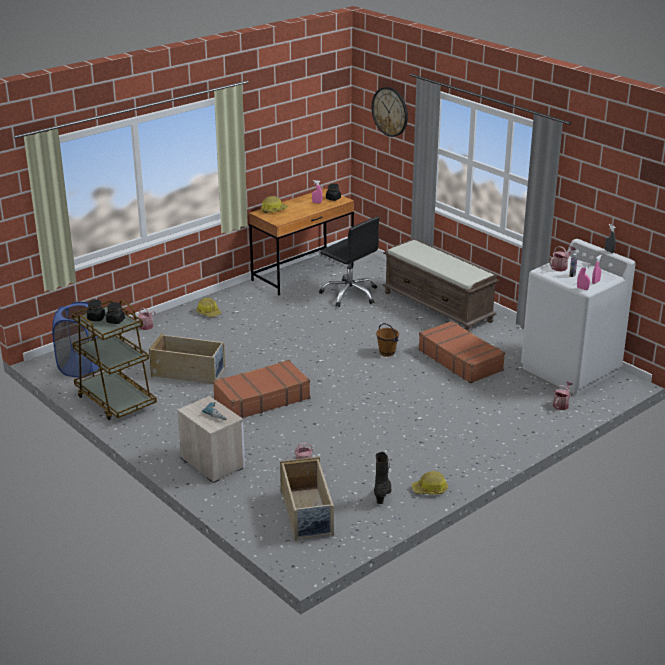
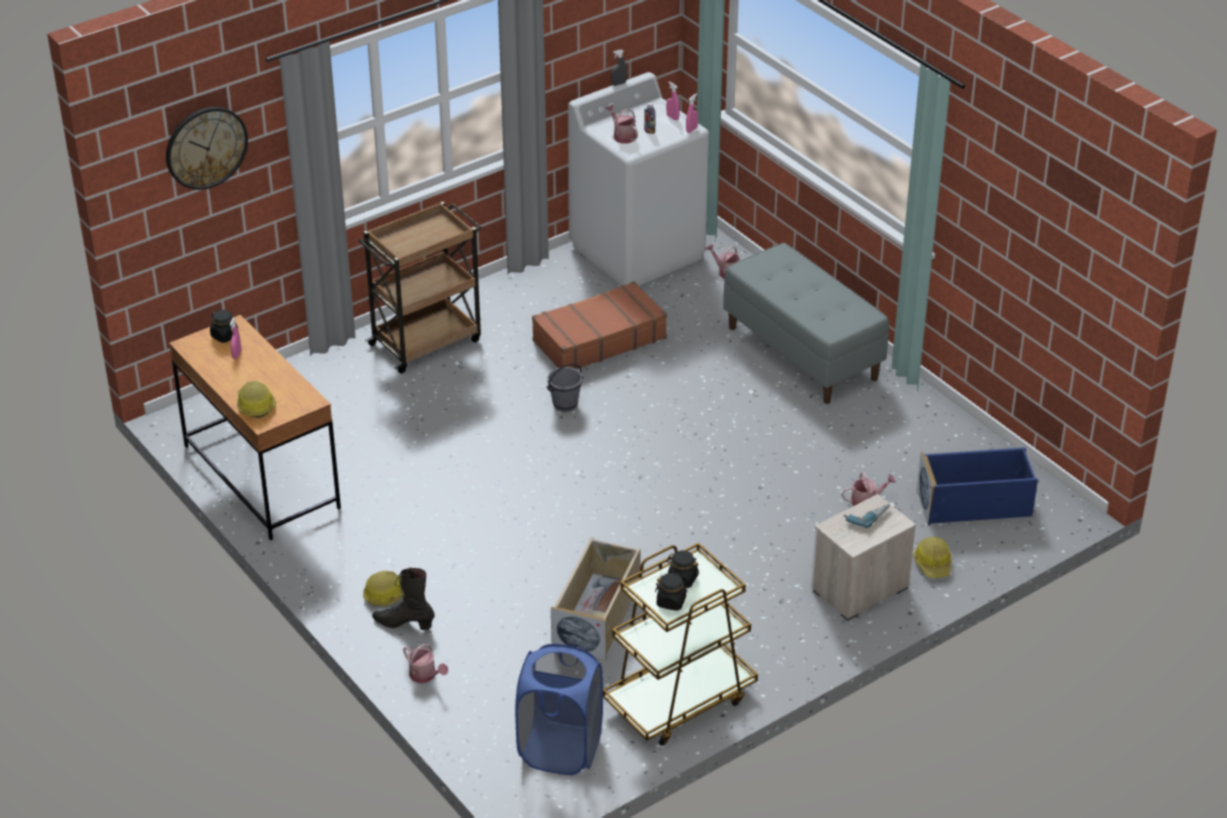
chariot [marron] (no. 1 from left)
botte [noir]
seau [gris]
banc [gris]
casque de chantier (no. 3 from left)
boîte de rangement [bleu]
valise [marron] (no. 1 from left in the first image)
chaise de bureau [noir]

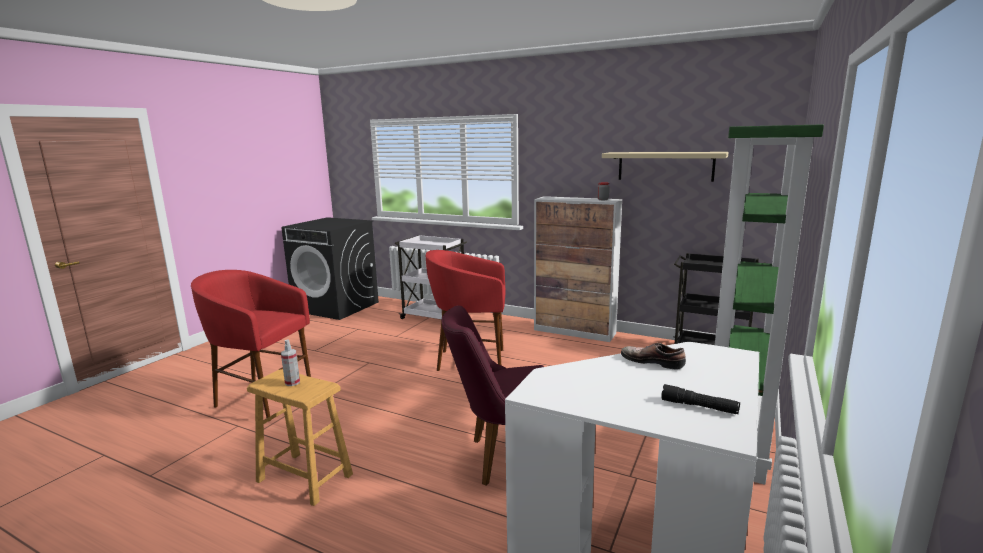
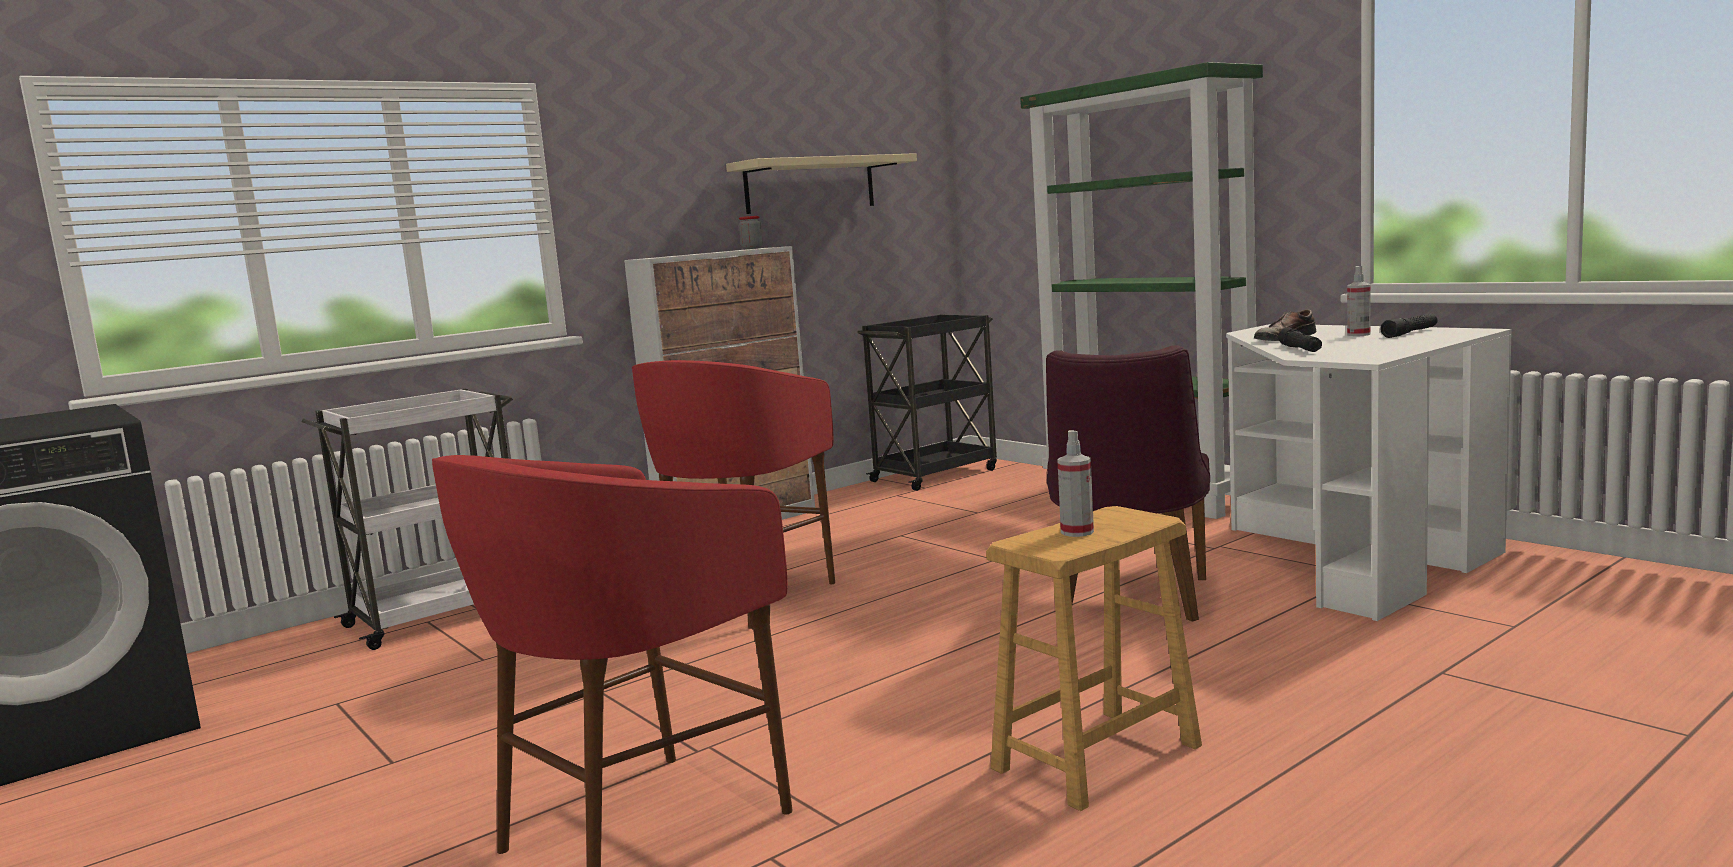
lampe de poche [noir] (no. 1 from left)
vaporisateur (no. 2 from left)

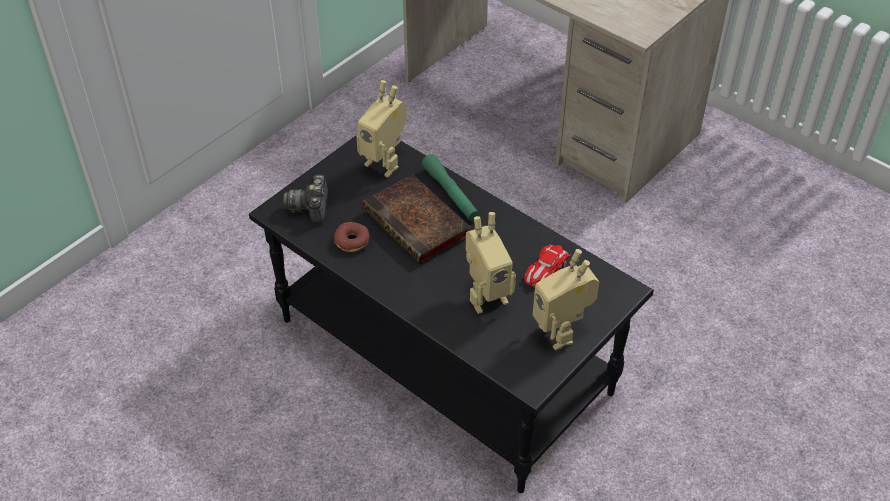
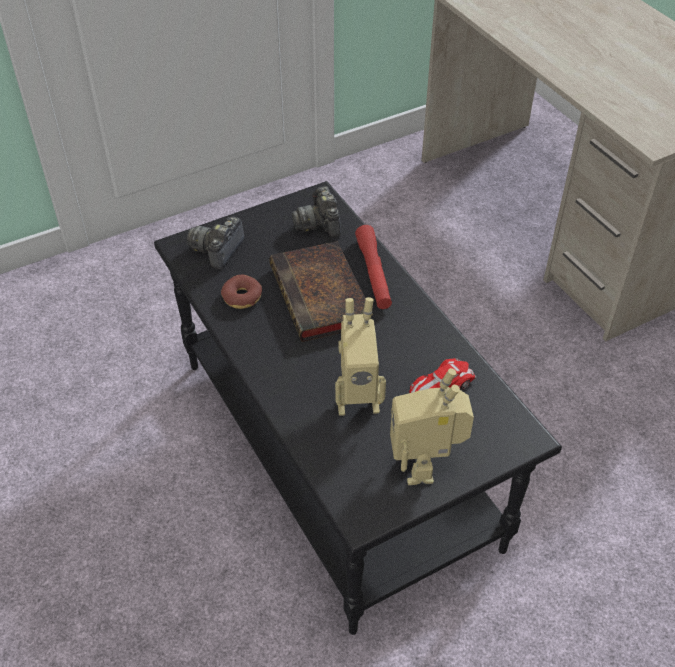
appareil photo (no. 2 from left)
lampe de poche [rouge]

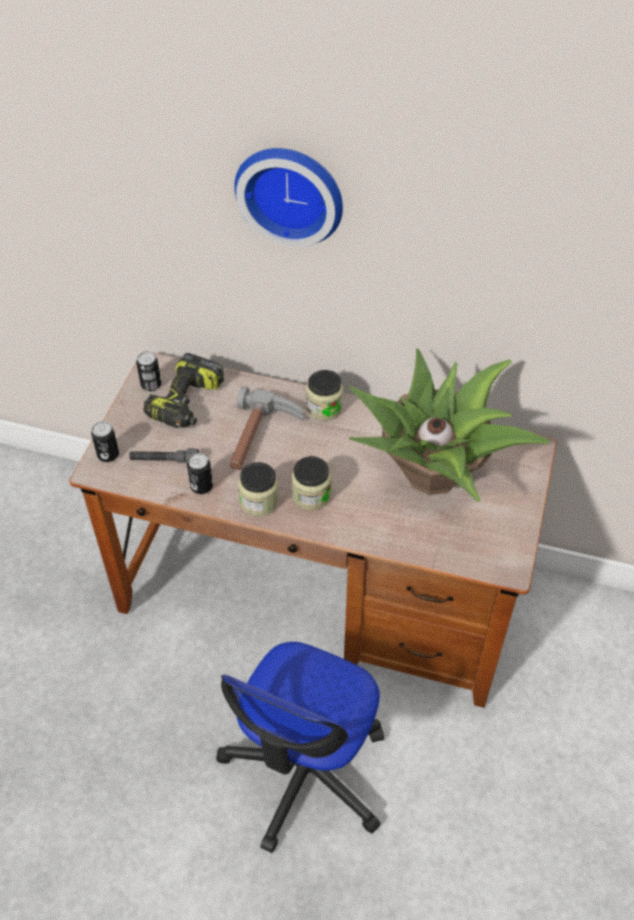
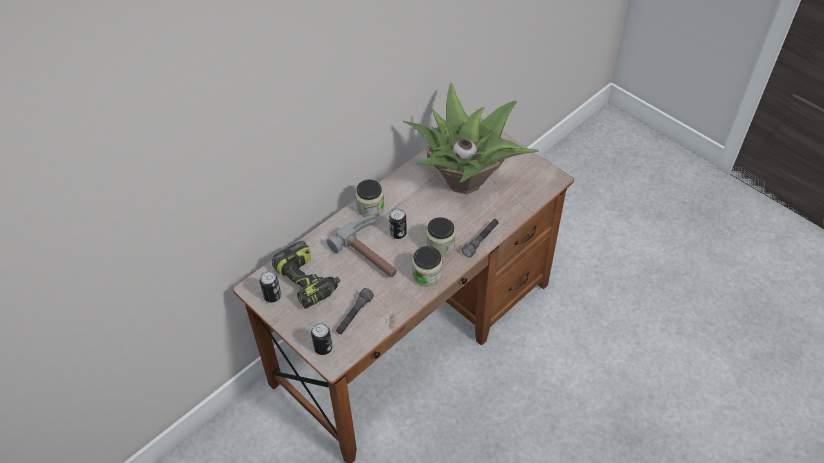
boîte métallique (no. 3 from left)
lampe de poche [gris] (no. 2 from left)
chaise de bureau
horloge murale

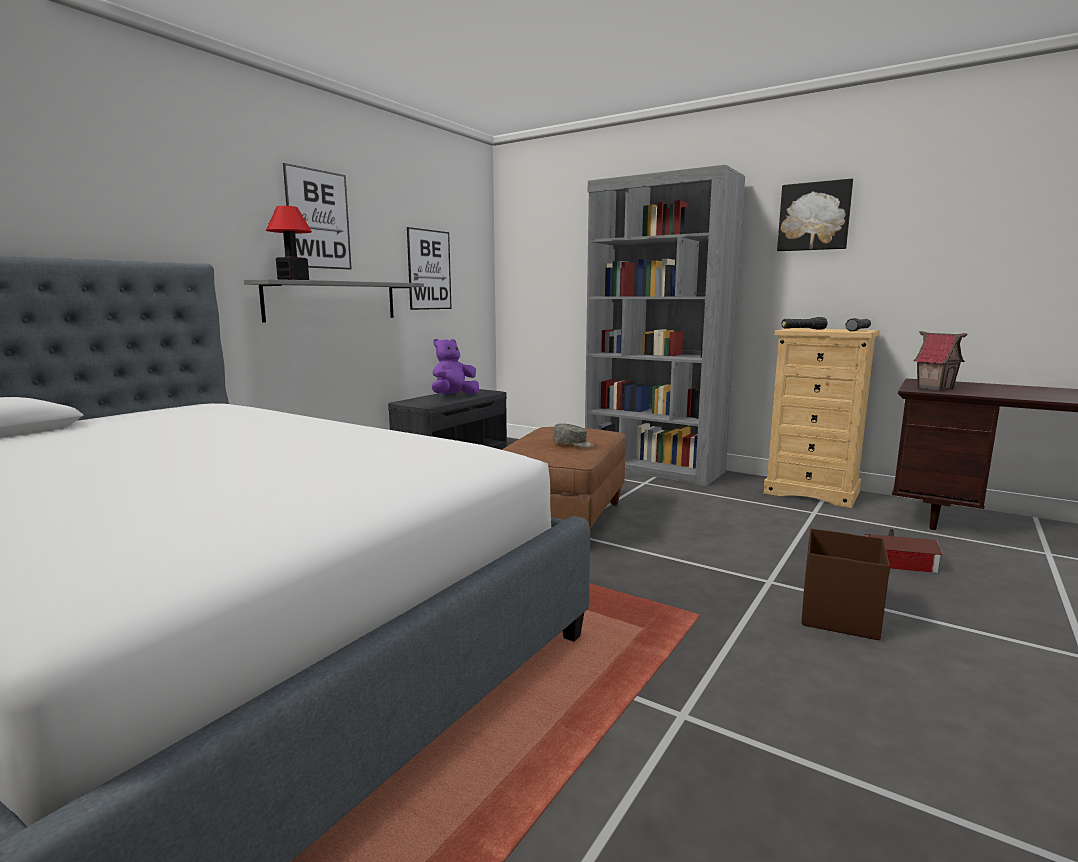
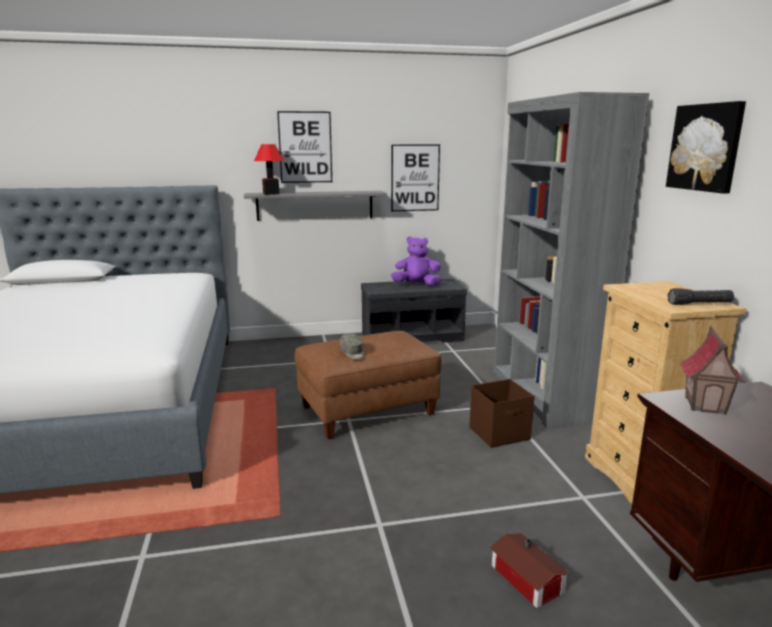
boîte de rangement [marron]
lampe de poche [noir] (no. 1 from left in the first image)

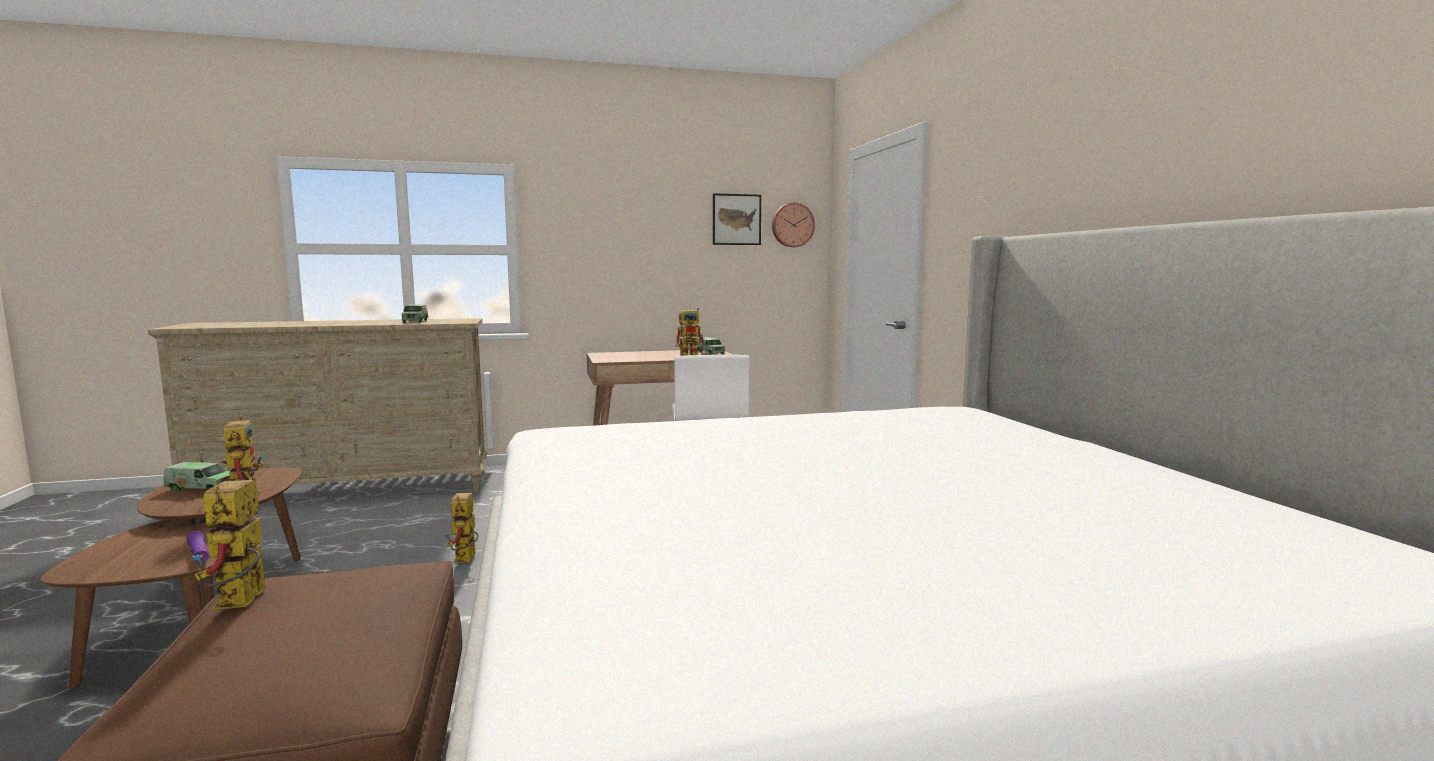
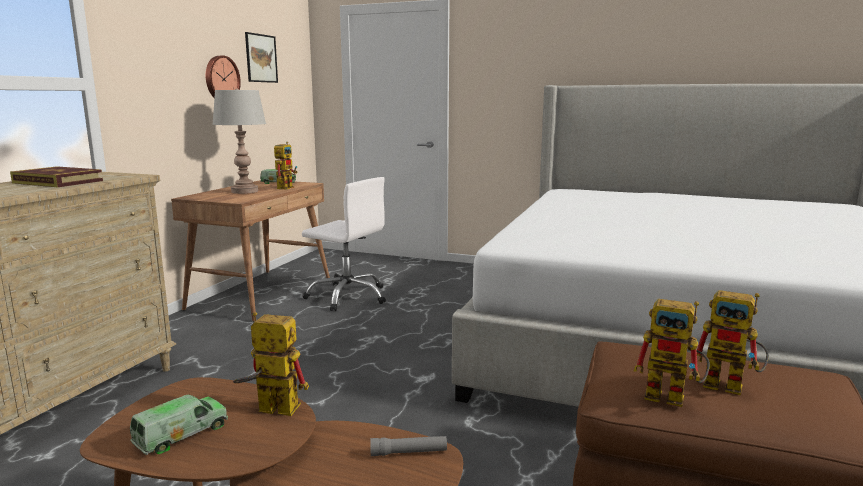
livre
horloge murale
lampe de table [gris]
lampe de poche [gris]
robot jouet (no. 4 from left)

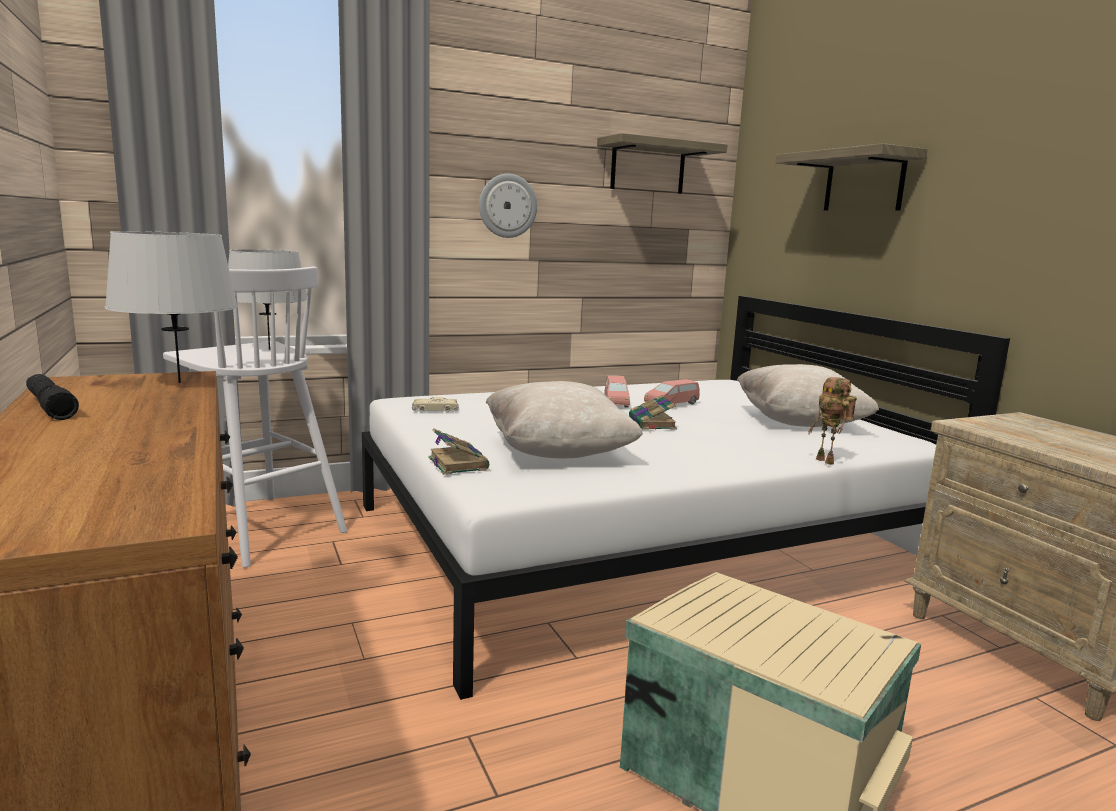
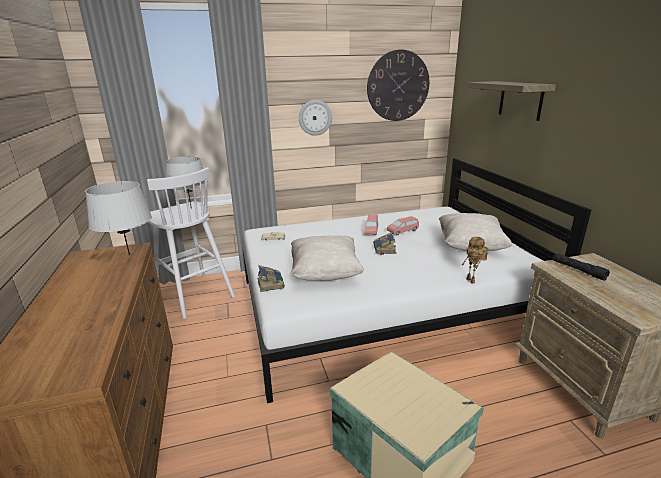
horloge murale (no. 2 from left)
lampe de poche [noir]

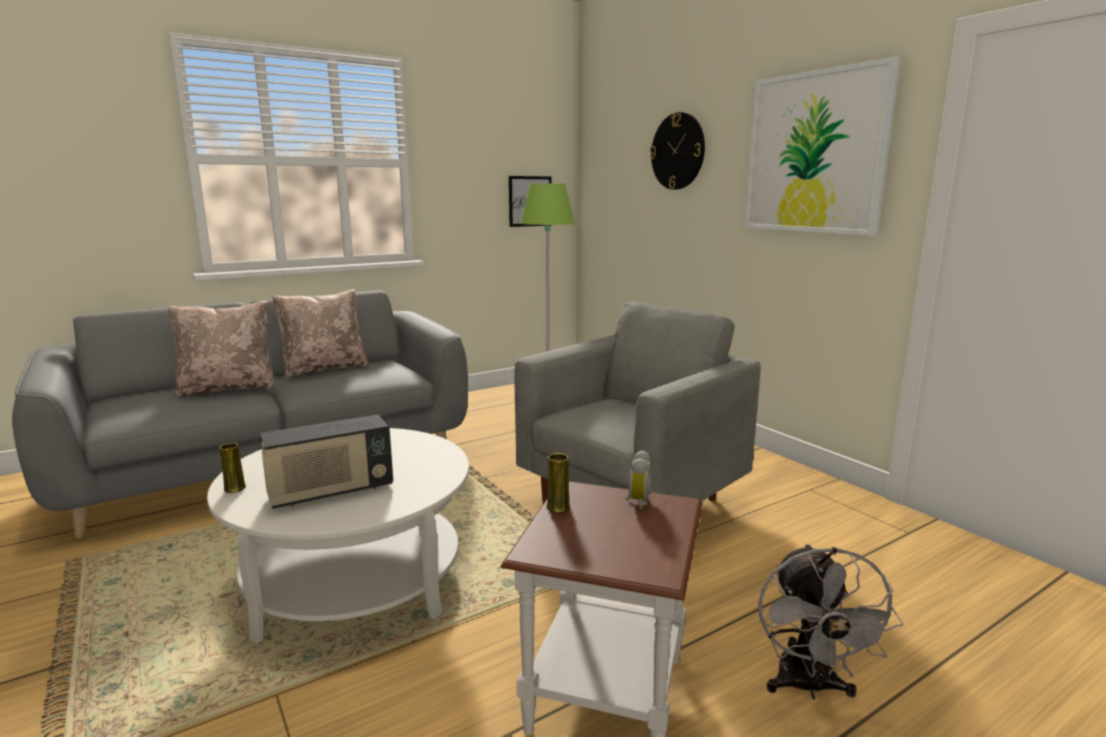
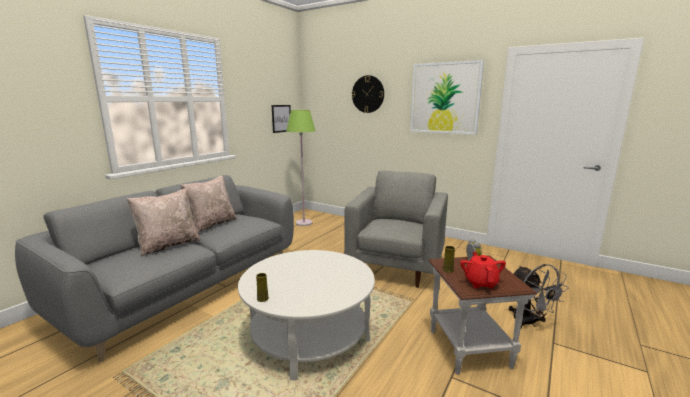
théière [rouge]
radio

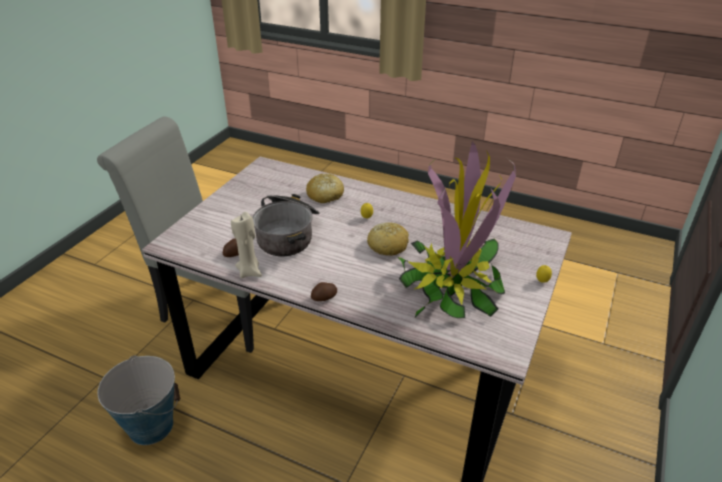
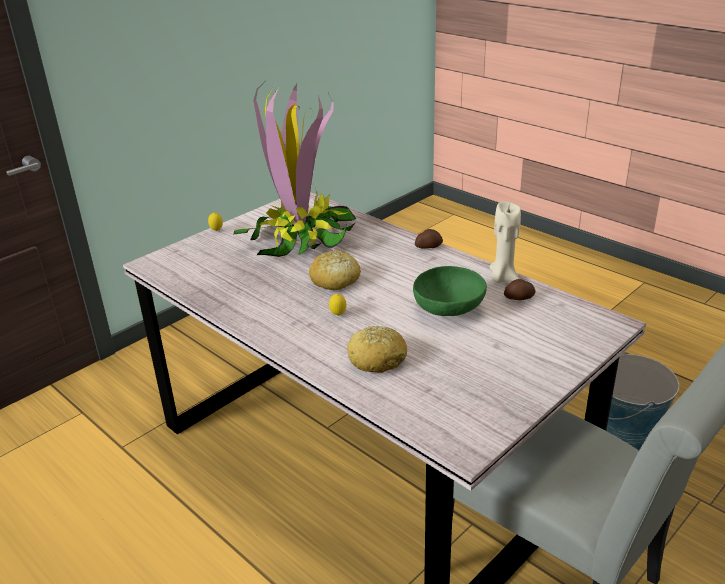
bol [vert]

